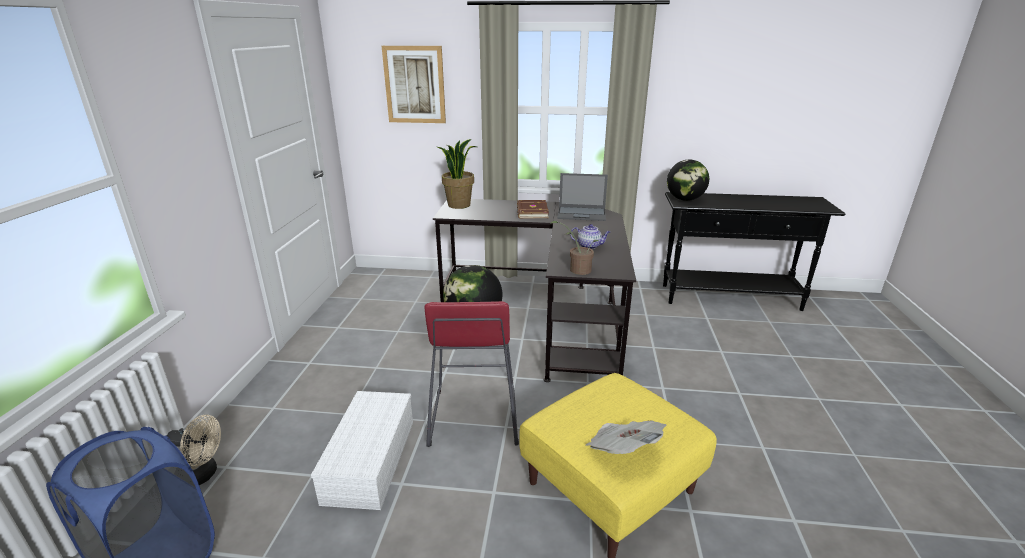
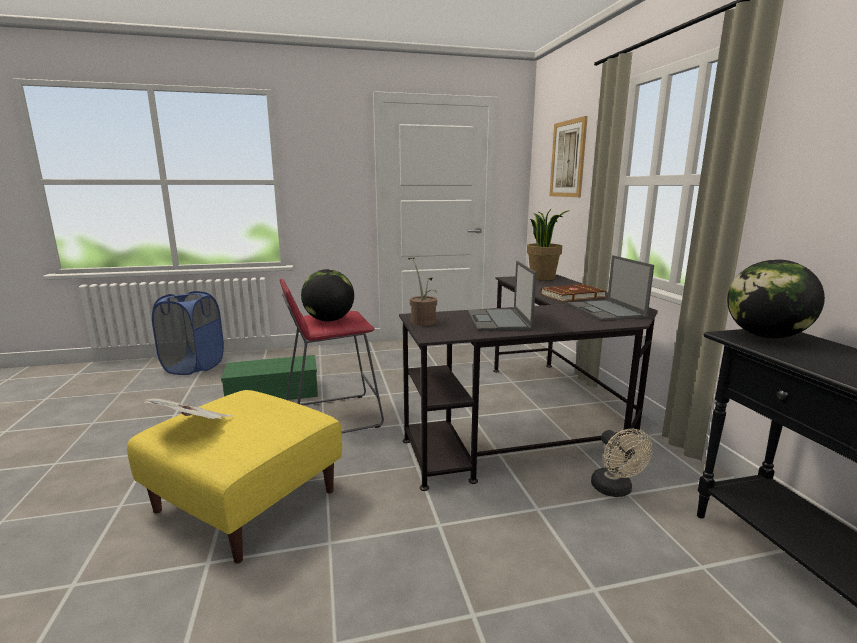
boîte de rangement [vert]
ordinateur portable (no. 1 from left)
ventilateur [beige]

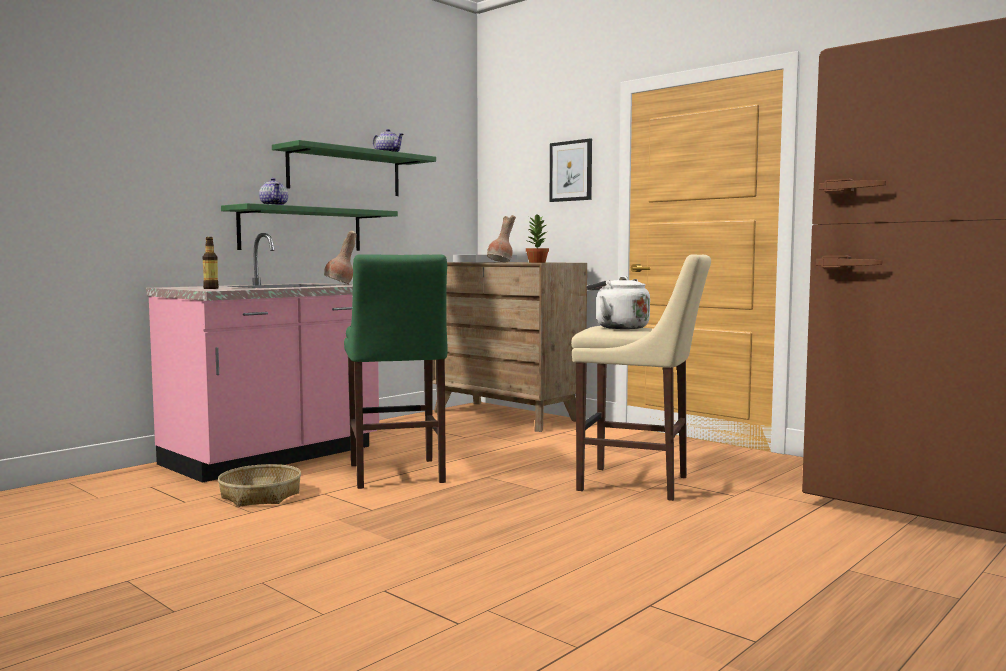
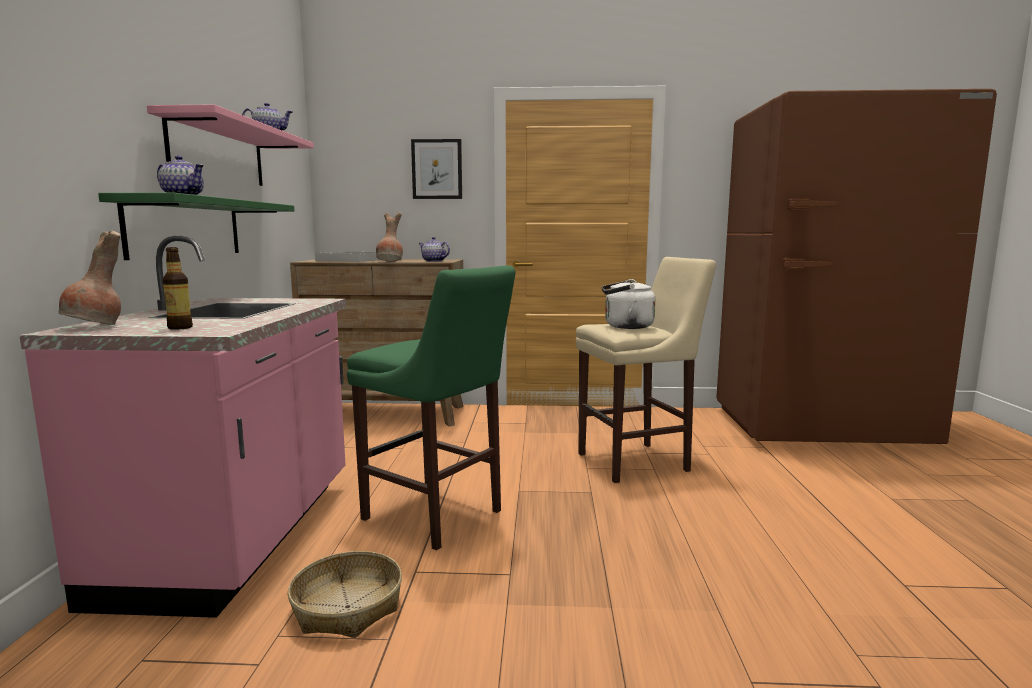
vase [marron] (no. 1 from left)
étagère [rose]
théière (no. 3 from left)

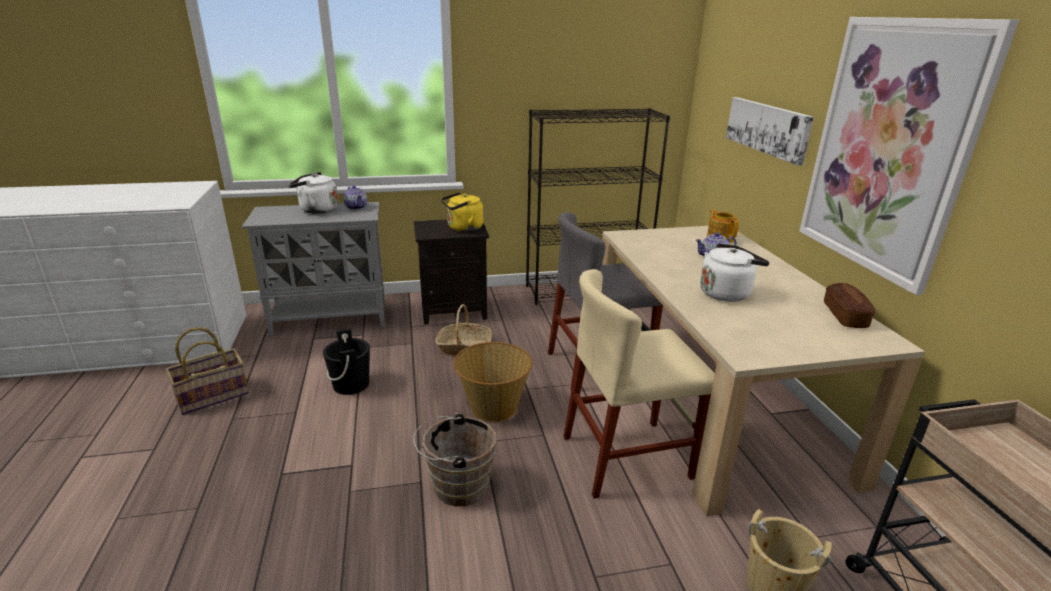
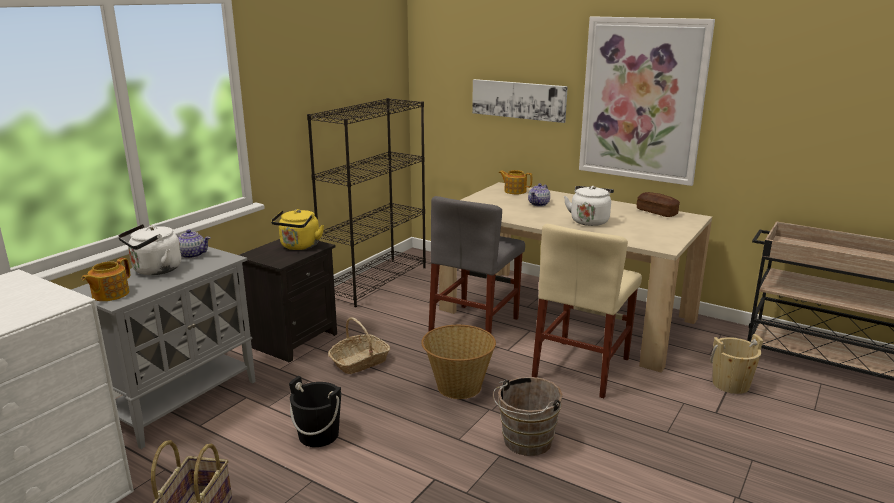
théière (no. 1 from left)

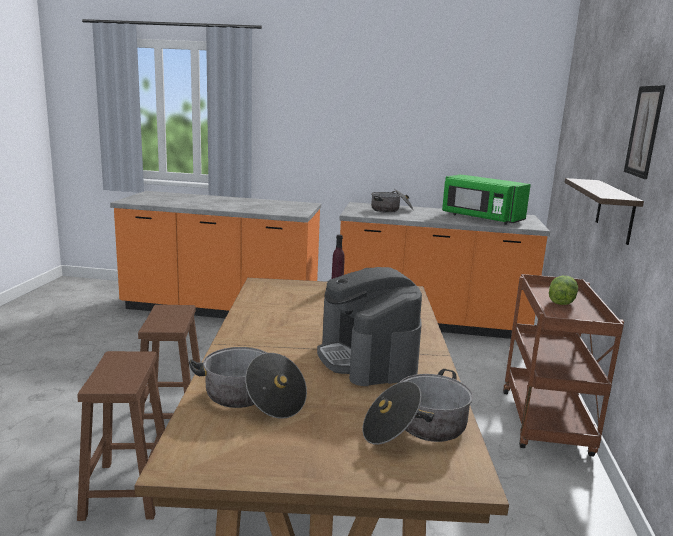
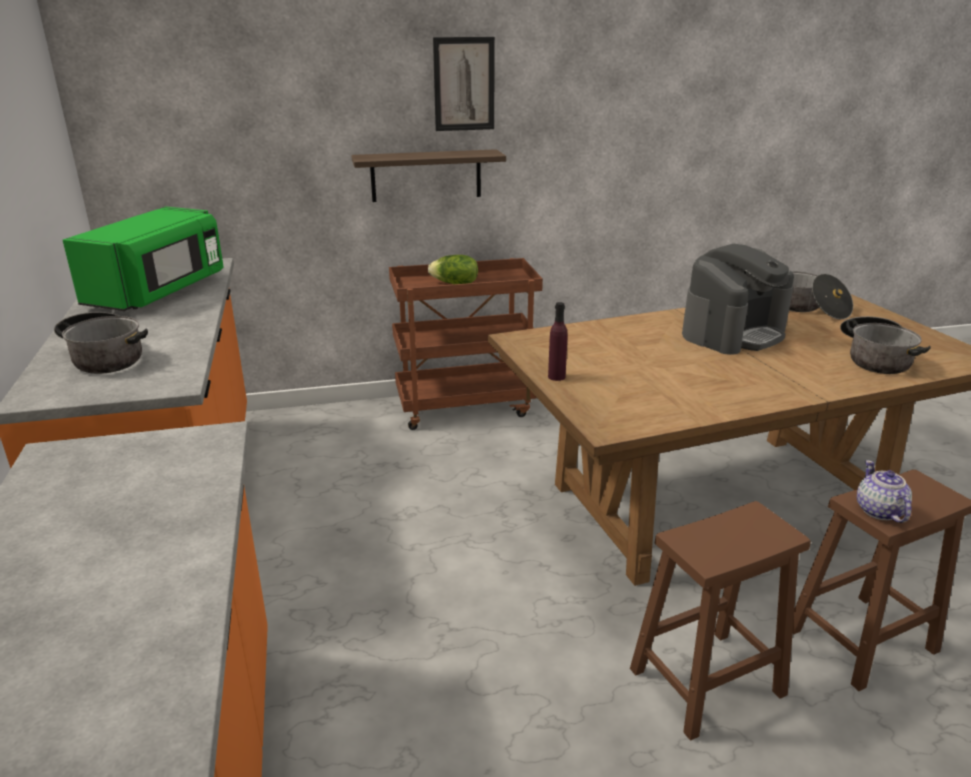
théière

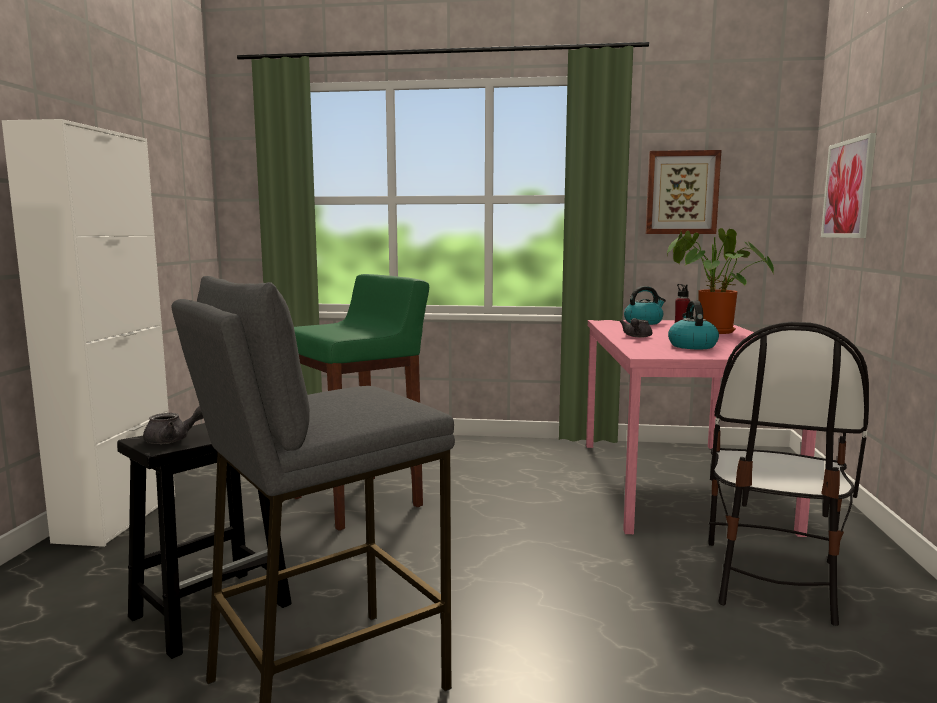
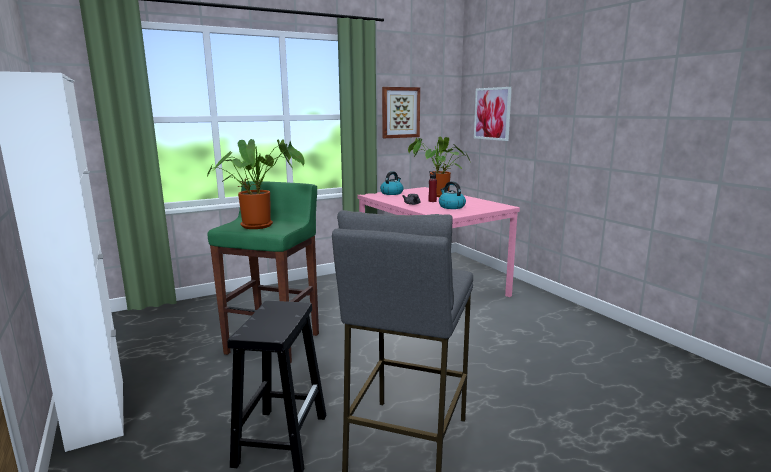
plante en pot (no. 1 from left)
théière [gris] (no. 1 from left in the first image)
chaise

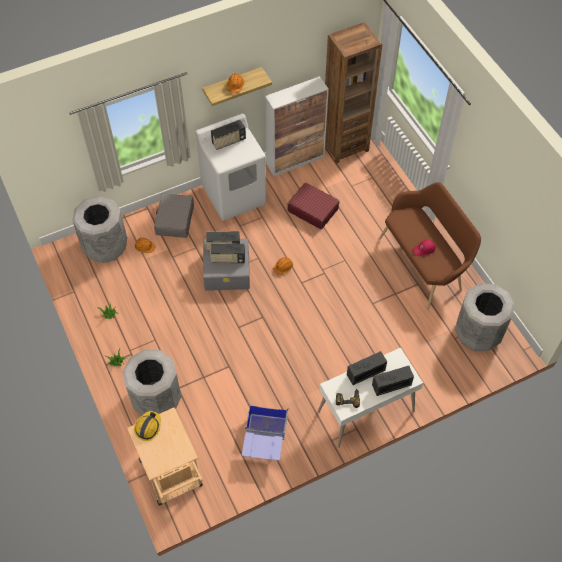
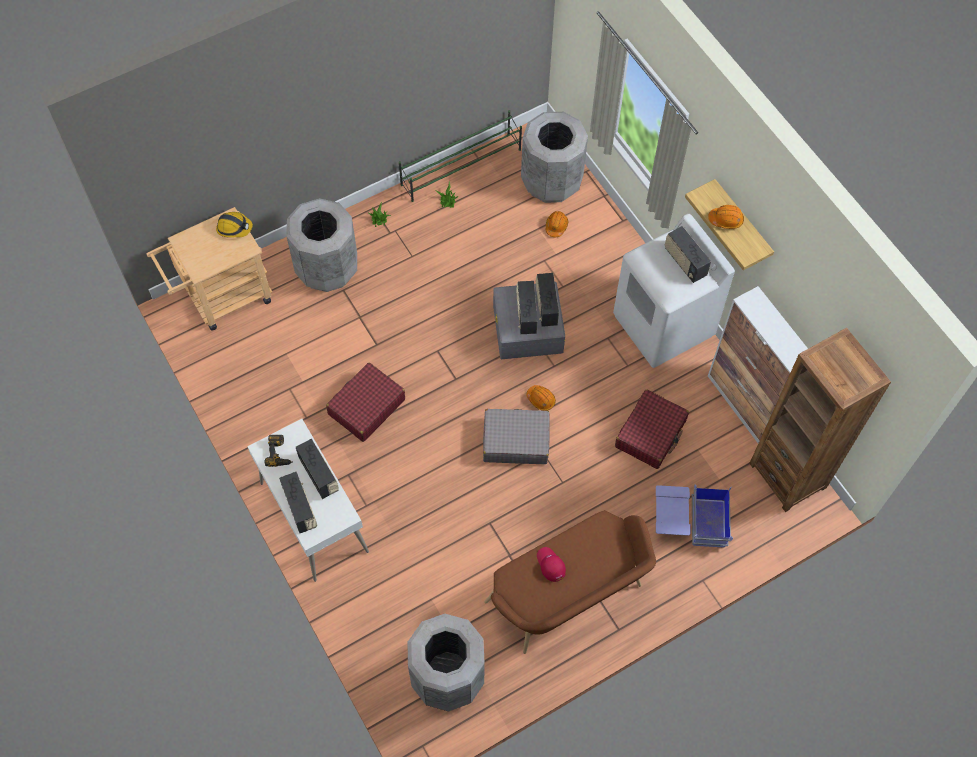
valise [rouge] (no. 1 from left)
étagère à chaussures [vert]
valise [gris]
boîte de rangement [bleu]

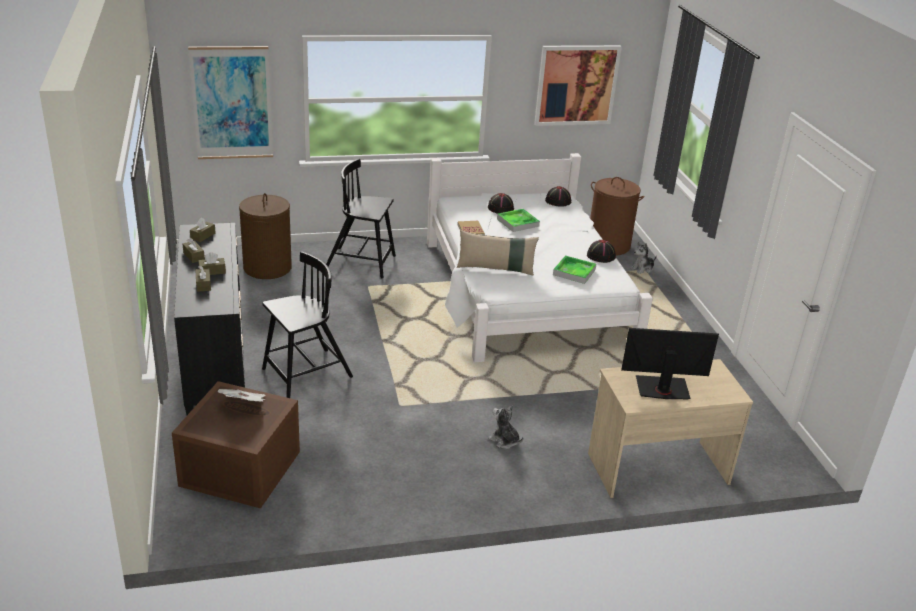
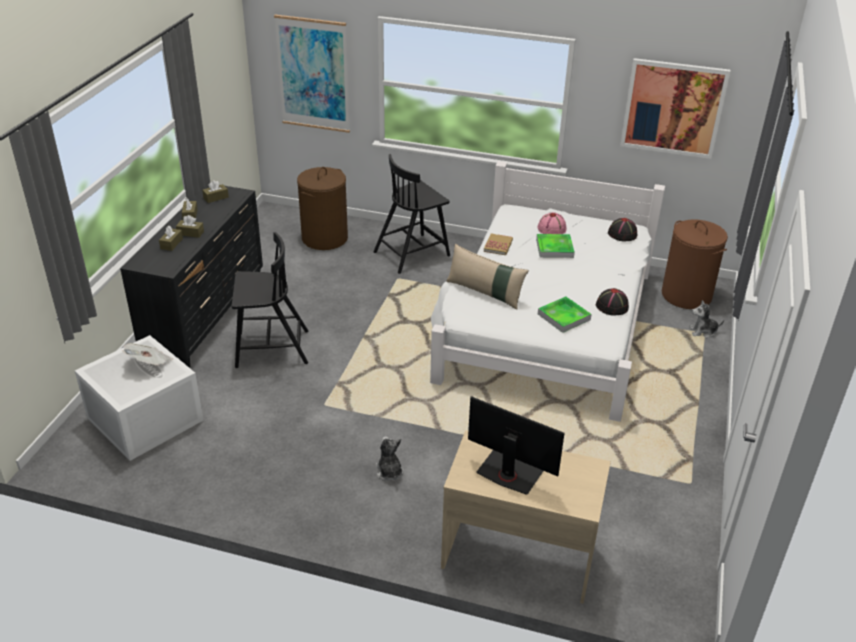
boîte de rangement [blanc]
chaise [noir] (no. 2 from left)
chapeau [rose]

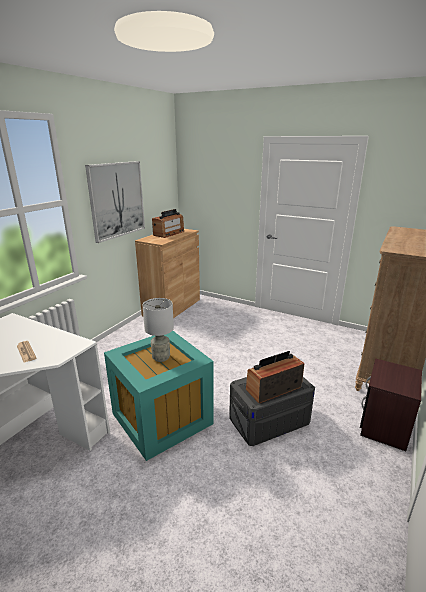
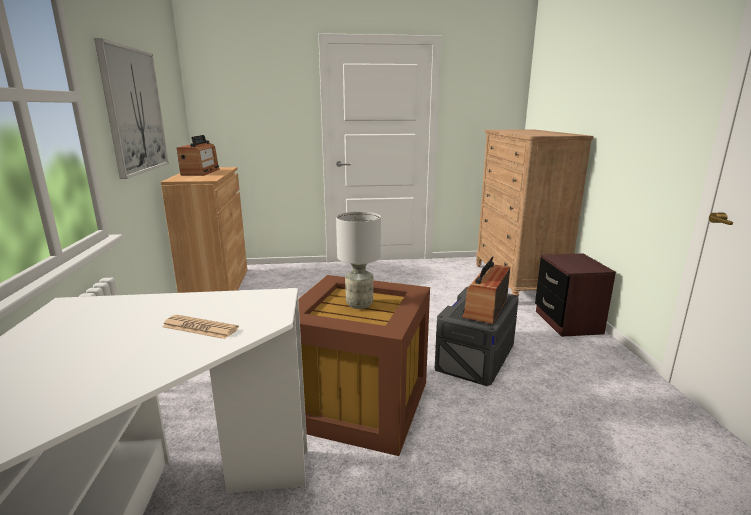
boîte de rangement [marron]

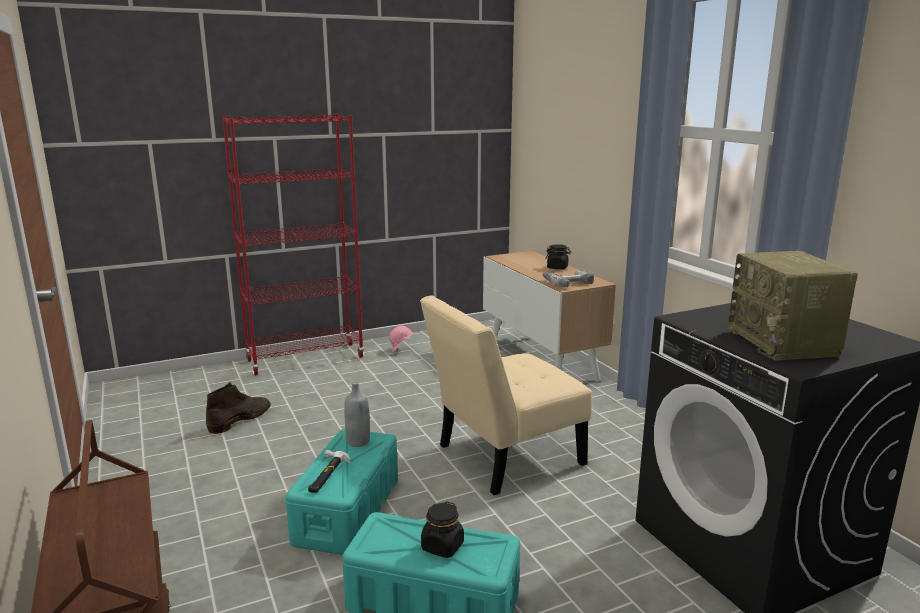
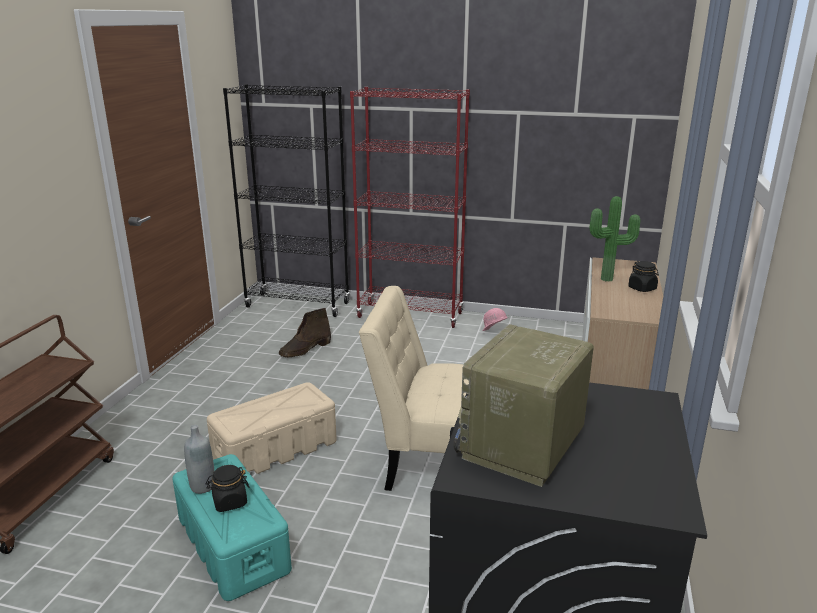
bouteille [gris]
boîte de rangement [beige]
bibliothèque [noir]
botte [marron]
plante en pot
marteau
perceuse

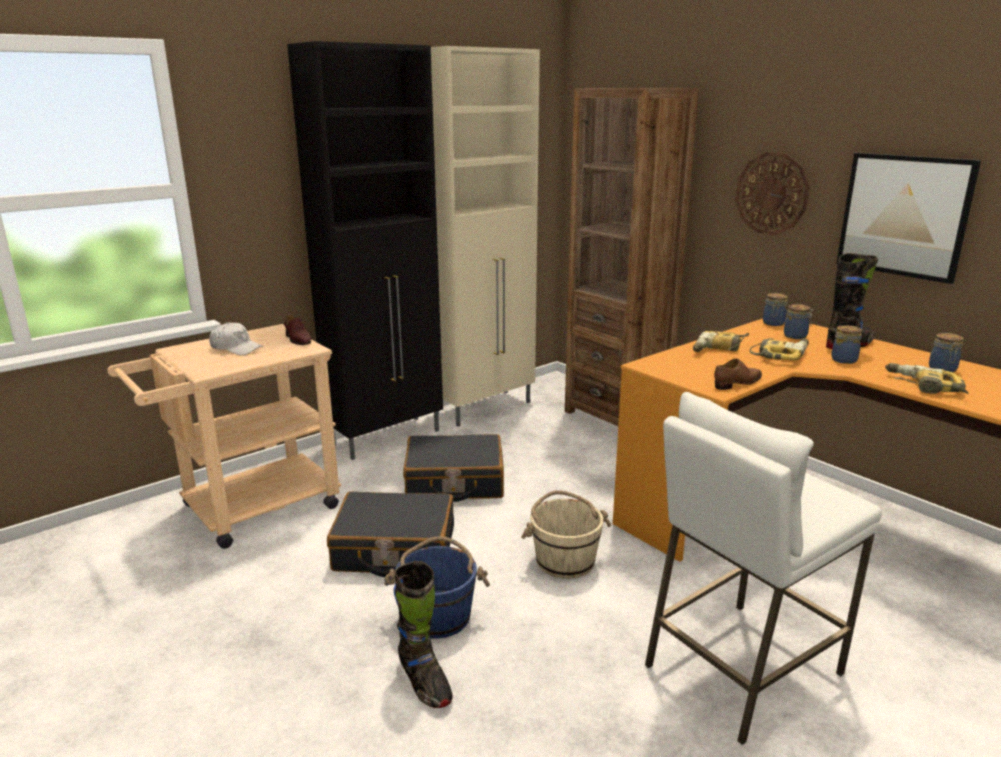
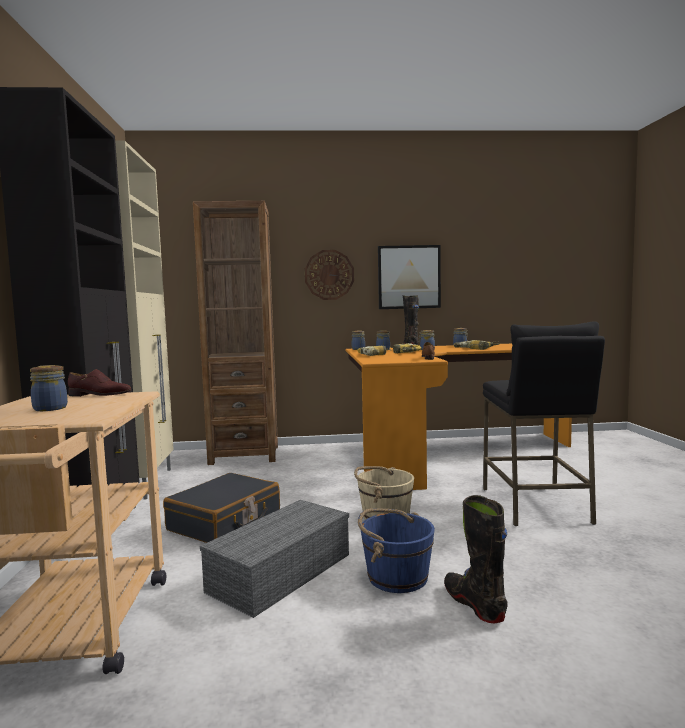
bocal (no. 1 from left)
boîte de rangement [gris]
botte [noir] (no. 2 from left)
tabouret [noir]

